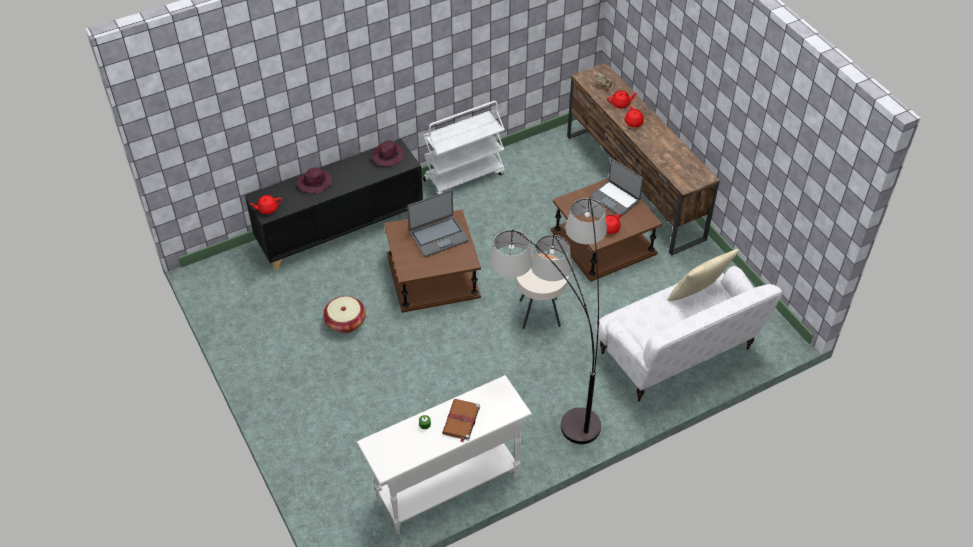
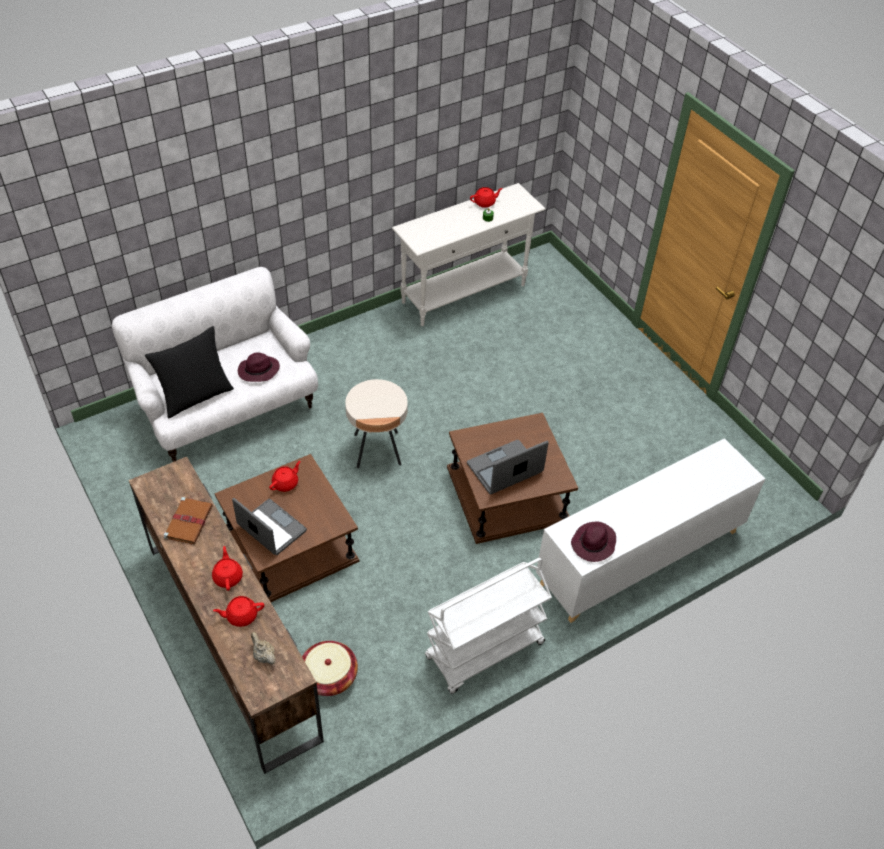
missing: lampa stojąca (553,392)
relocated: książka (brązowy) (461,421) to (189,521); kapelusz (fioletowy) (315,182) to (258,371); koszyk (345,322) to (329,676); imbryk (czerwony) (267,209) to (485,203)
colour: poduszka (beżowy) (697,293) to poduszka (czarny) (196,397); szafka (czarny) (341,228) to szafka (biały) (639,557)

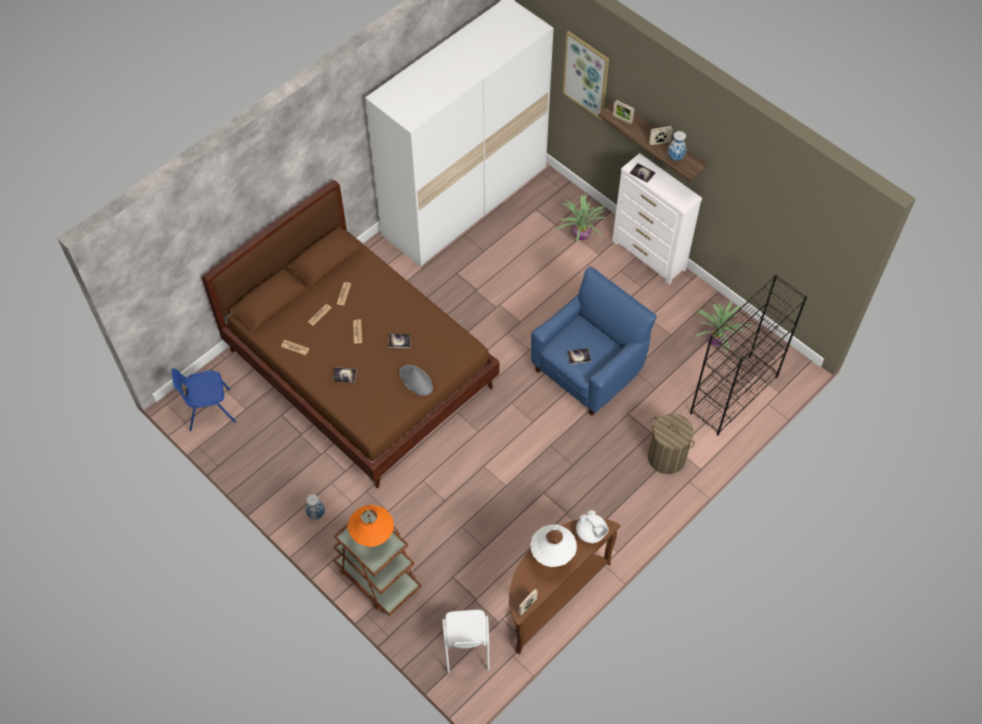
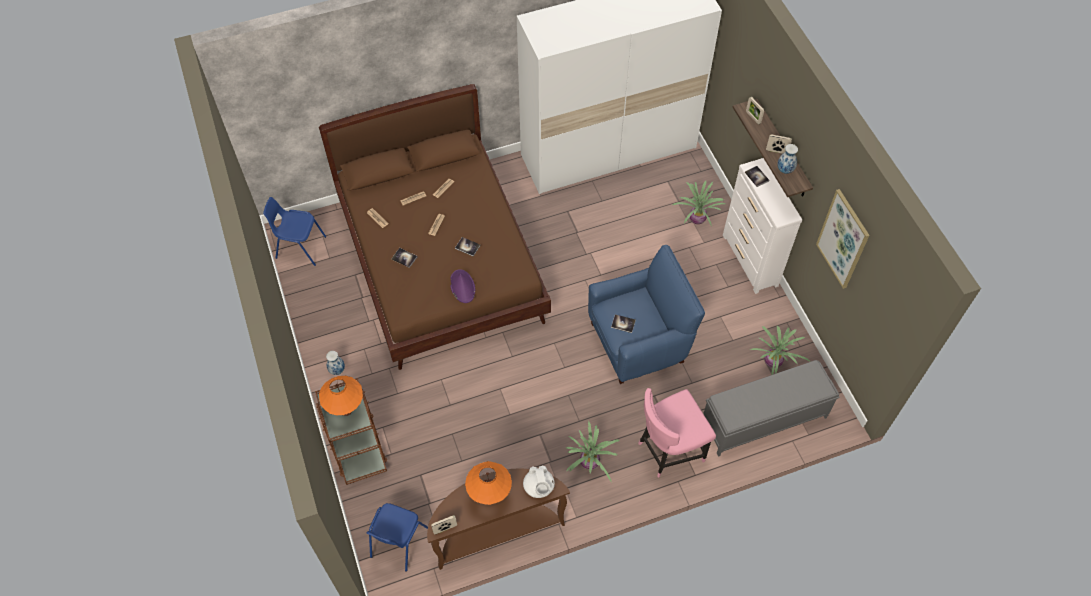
appeared: roślina doniczkowa (589,463)
relocated: obraz (586,75) to (843,239)
exchanged: kosz na pranie (666,457) to krzesło (różowy) (668,450); regał (czarny) (733,395) to ławka (szary) (763,420)
colour: krzesło (biały) (466,648) to krzesło (niebieski) (398,542); kapelusz (szary) (415,380) to kapelusz (fioletowy) (462,286); lampa stołowa (biały) (552,560) to lampa stołowa (pomarańczowy) (490,496)

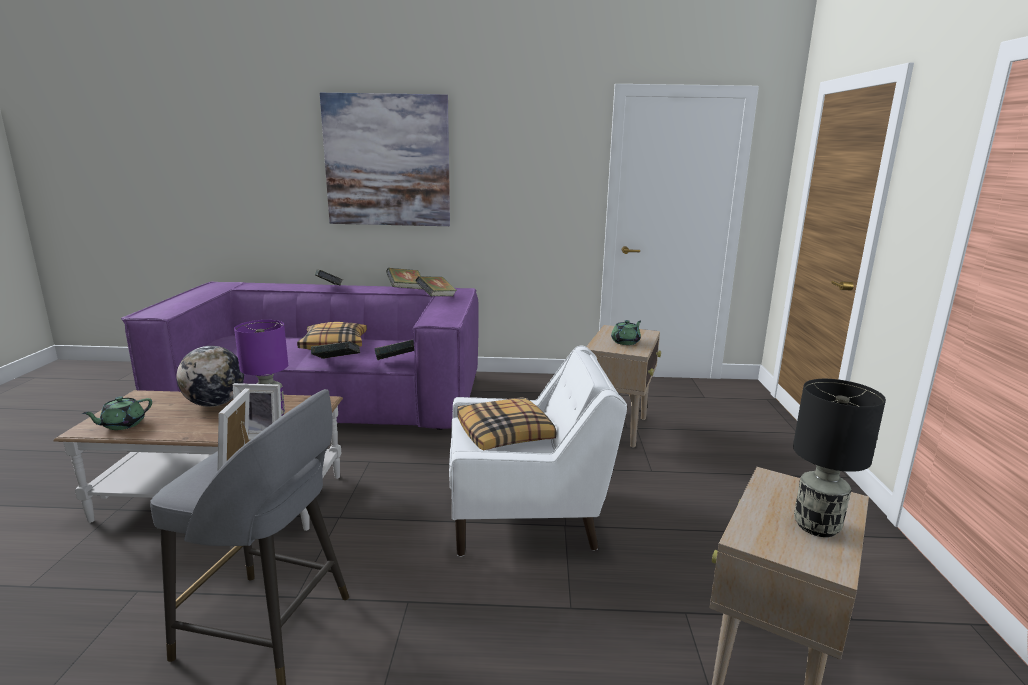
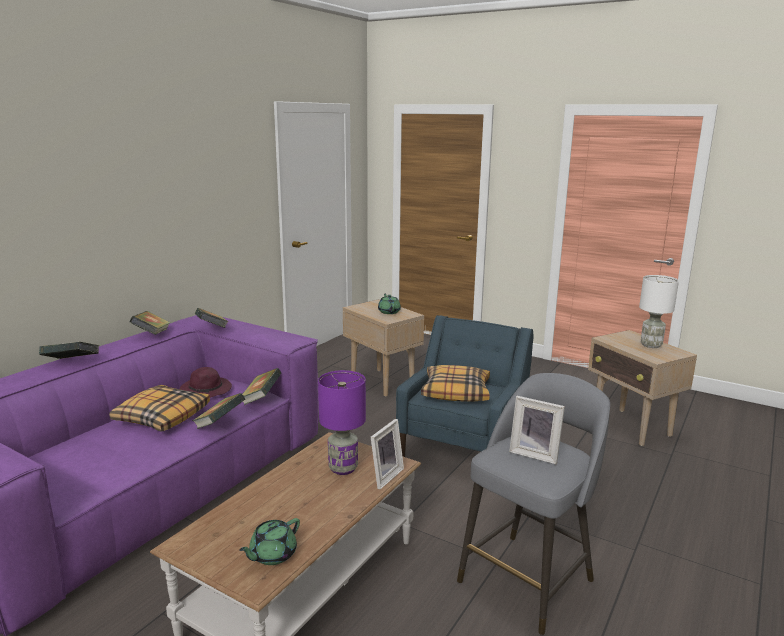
missing: globus (215,404); obraz (387,161)
appeared: kapelusz (fioletowy) (207,391)
colour: fotel (biały) (527,515) to fotel (niebieski) (463,446); lampa stołowa (czarny) (815,526) to lampa stołowa (biały) (650,345)
spun: imbryk (zielony) (122,425) = (272,555) 60 degrees clockwise

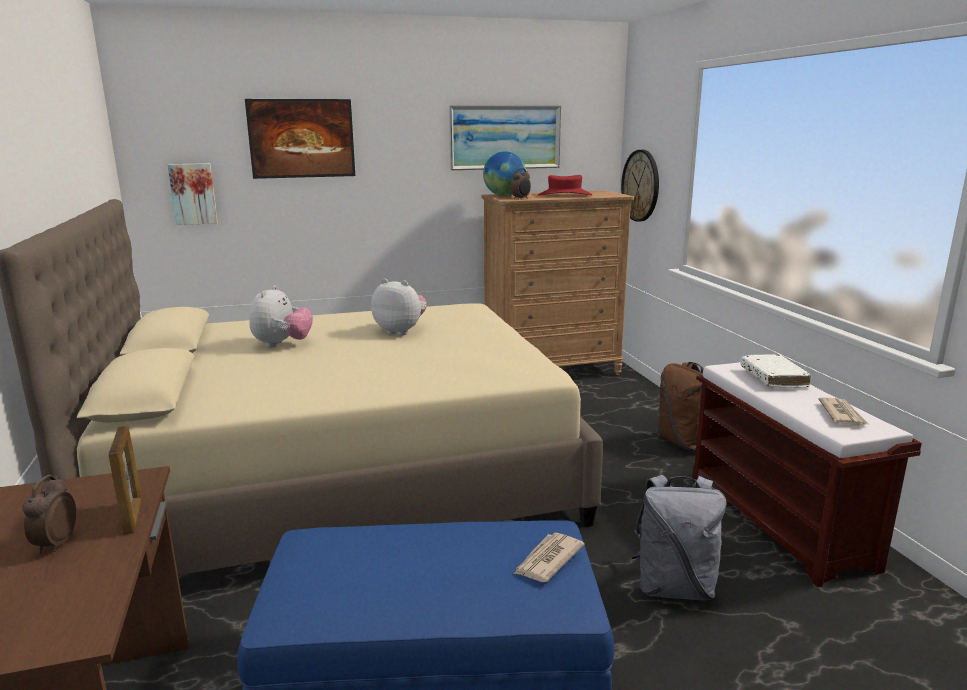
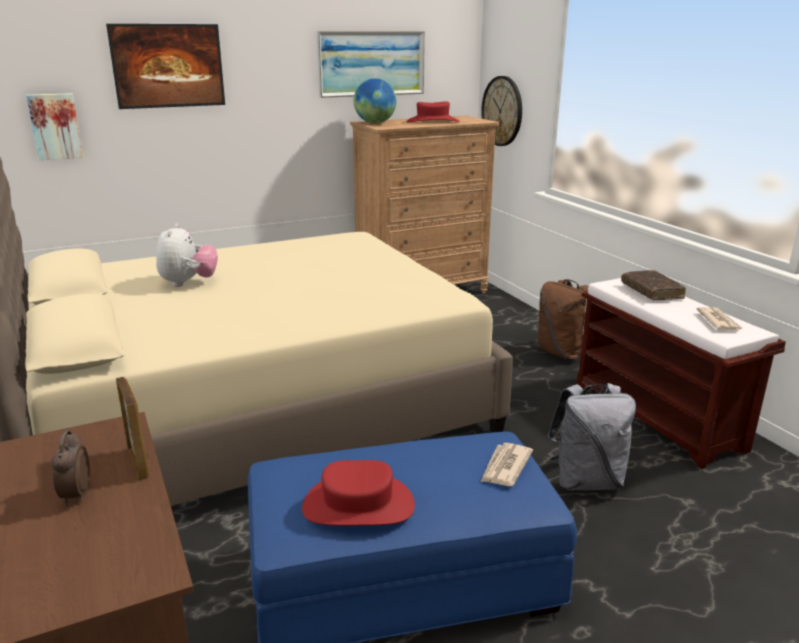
missing: pluszak (401,331); budzik (521,199)
appeared: kapelusz (czerwony) (358,506)
colour: książka (biały) (773,378) to książka (brązowy) (651,291)

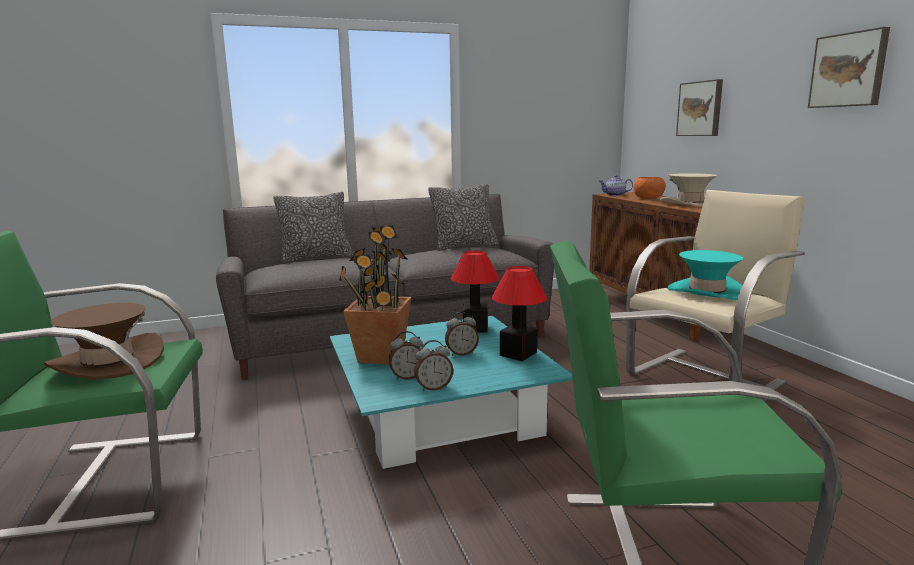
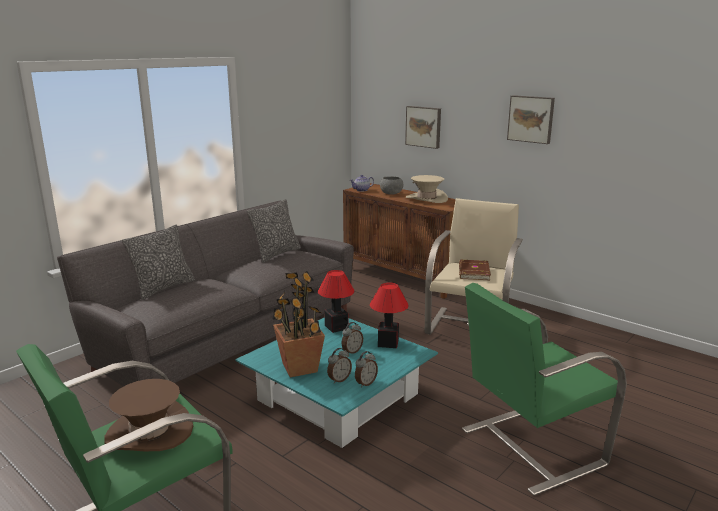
exchanged: kapelusz (turkusowy) (707,292) to książka (brązowy) (473,272)
colour: miska (pomarańczowy) (648,198) to miska (szary) (391,193)

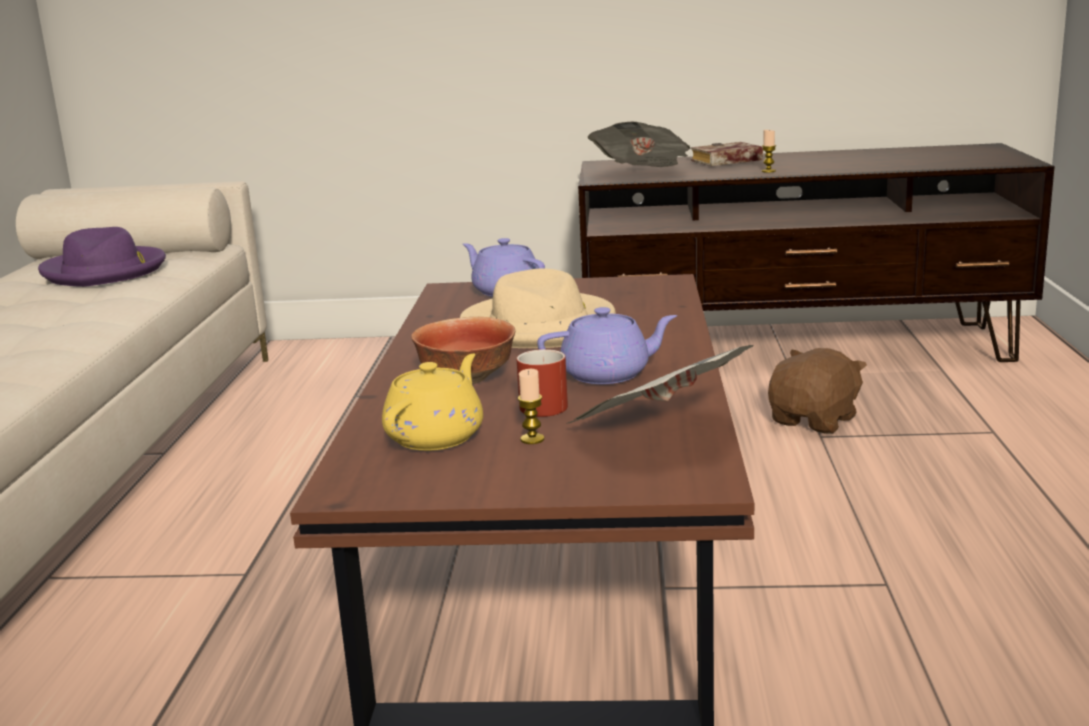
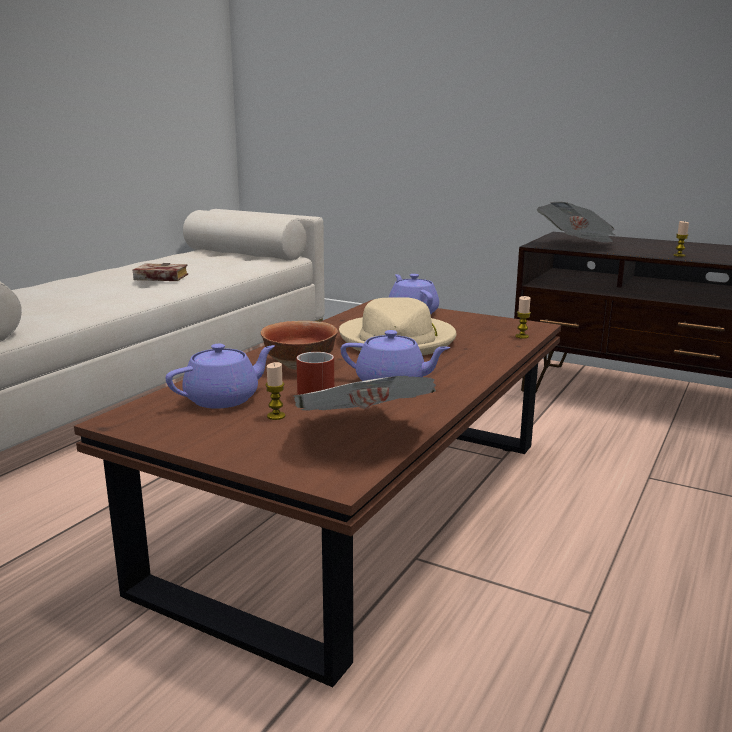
missing: kapelusz (fioletowy) (105,272); pluszak (brązowy) (815,421)
appeared: świeca (522,336)
relocated: książka (725,162) to (158,278)
colour: imbryk (żółty) (436,436) to imbryk (fioletowy) (224,399)

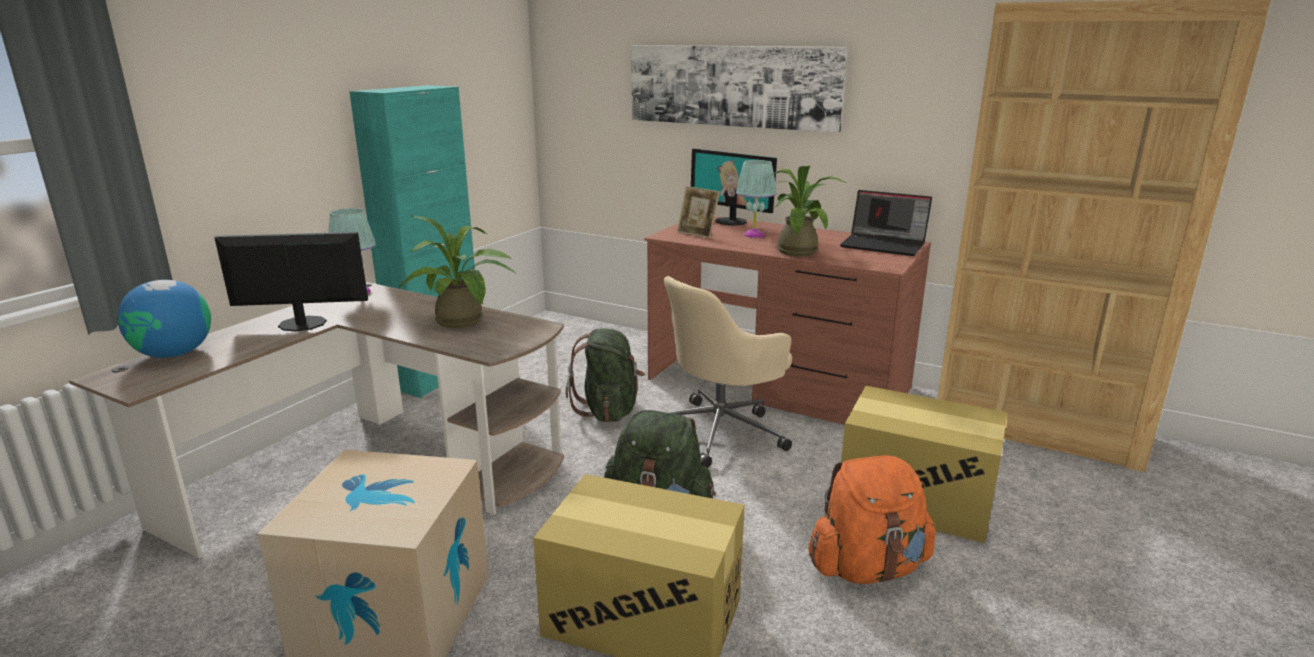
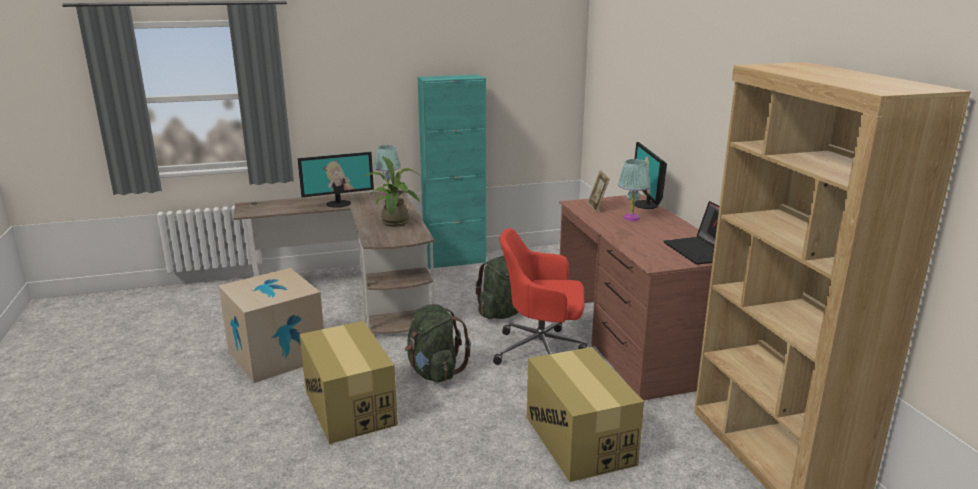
missing: globus (174,354); obraz (732,86); roślina doniczkowa (798,250); plecak (pomarańczowy) (867,568)
colour: krzesło biurowe (beżowy) (721,431) to krzesło biurowe (czerwony) (542,351)
spun: monitor (302,324) = (338,203) 120 degrees clockwise

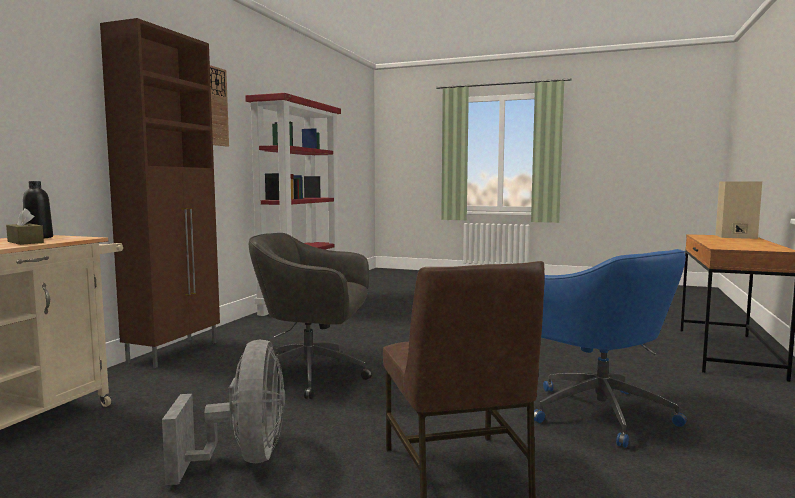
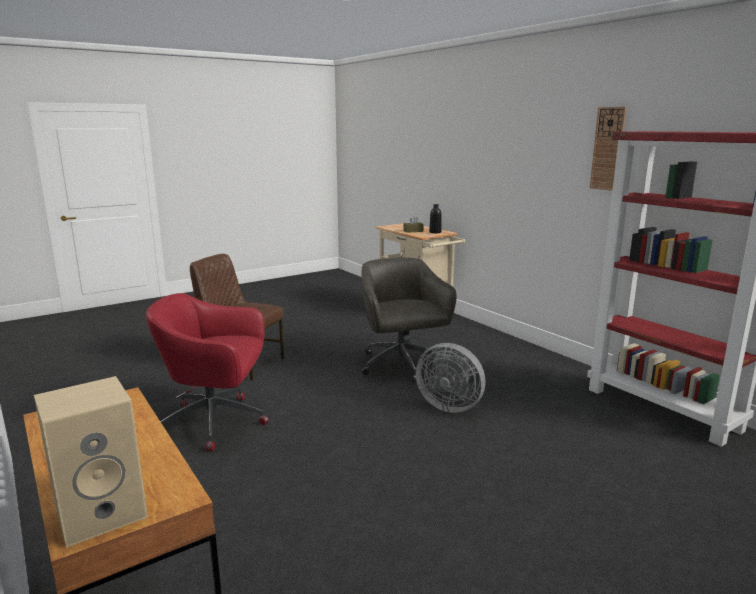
missing: szafka (brązowy) (175,352)
relocated: wentylator (szary) (244,459) to (449,405)
colour: krzesło biurowe (niebieski) (596,411) to krzesło biurowe (czerwony) (216,422)
spun: krzesło biurowe (szary) (313,376) = (401,365) 60 degrees counterclockwise

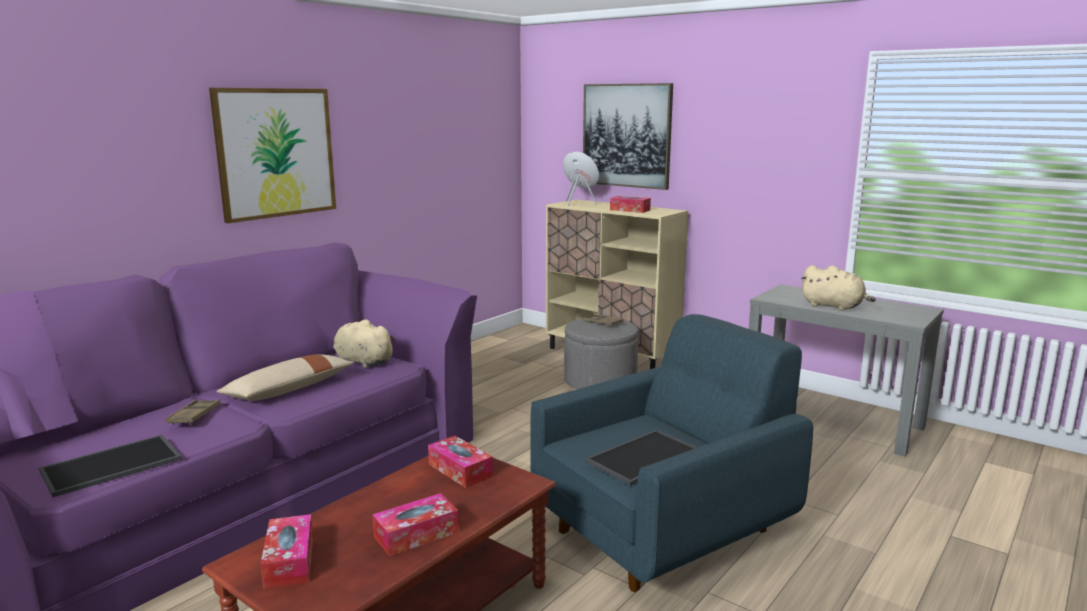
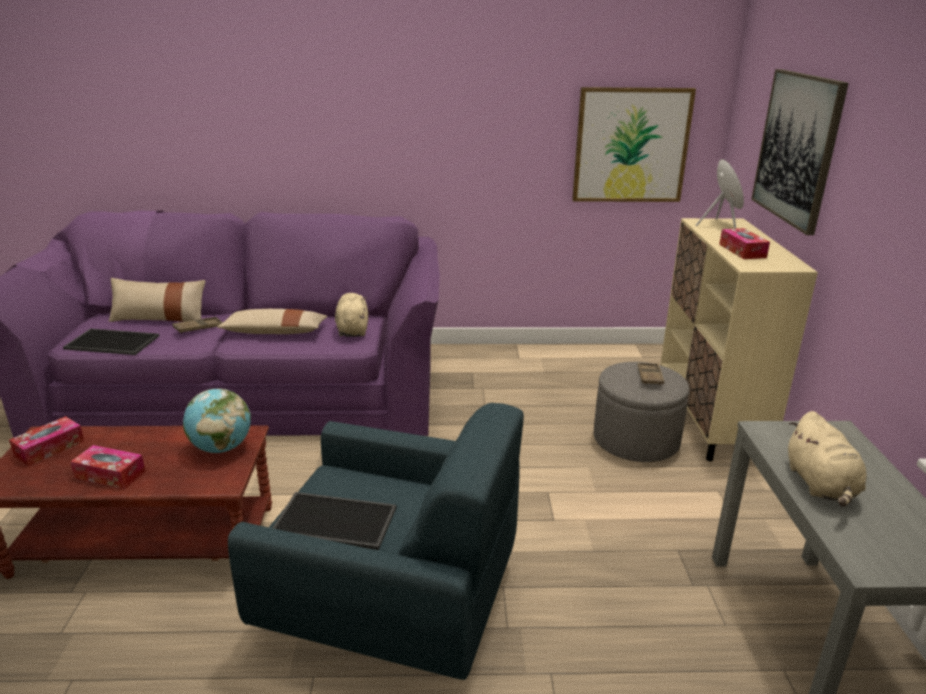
appeared: poduszka (beżowy) (160,319)
relocated: obraz (276,153) to (631,145)
exchanged: pudełko chusteczek (460,470) to globus (221,448)

